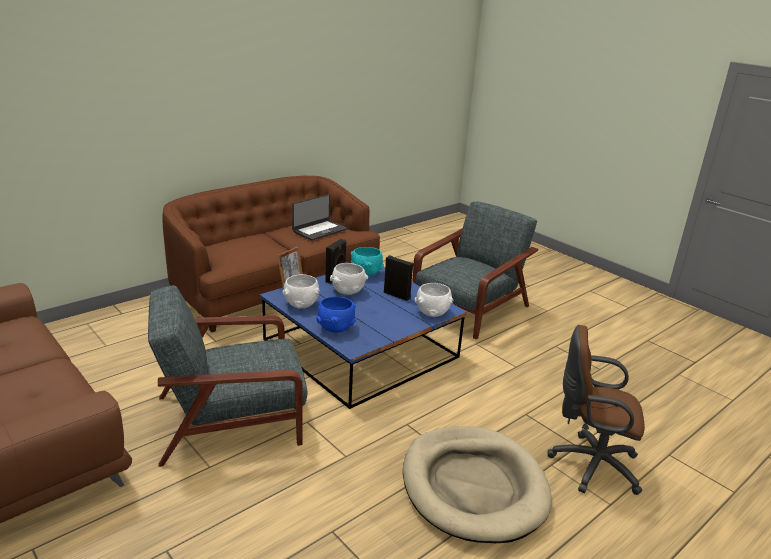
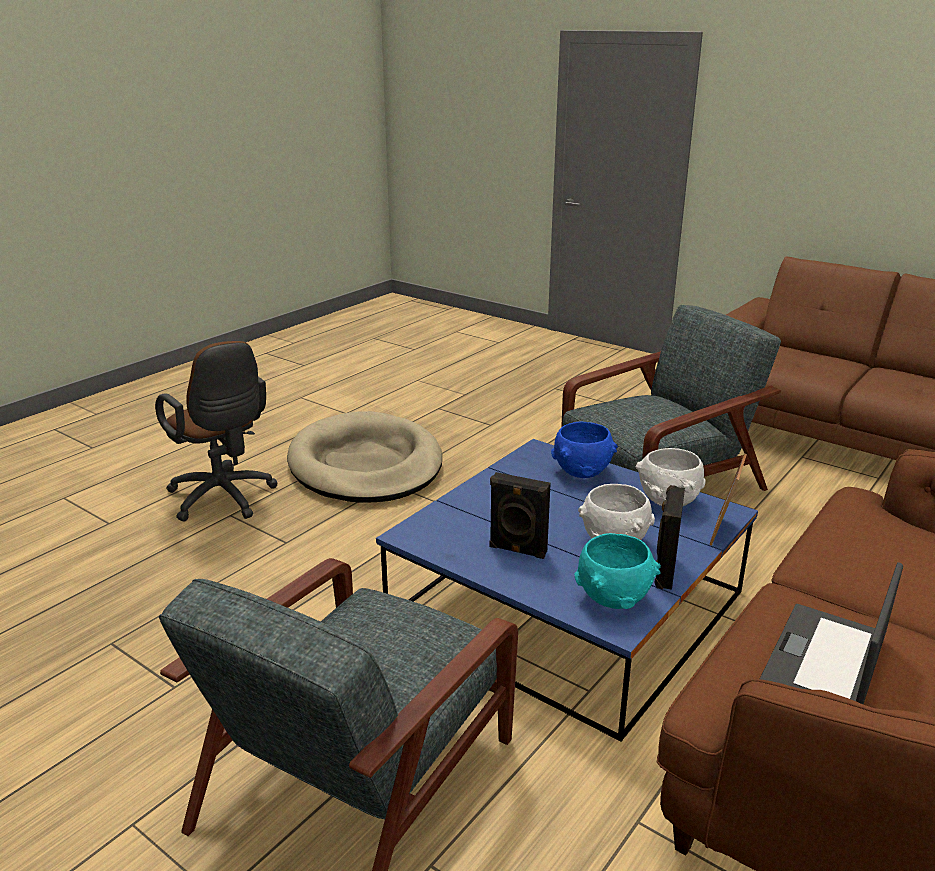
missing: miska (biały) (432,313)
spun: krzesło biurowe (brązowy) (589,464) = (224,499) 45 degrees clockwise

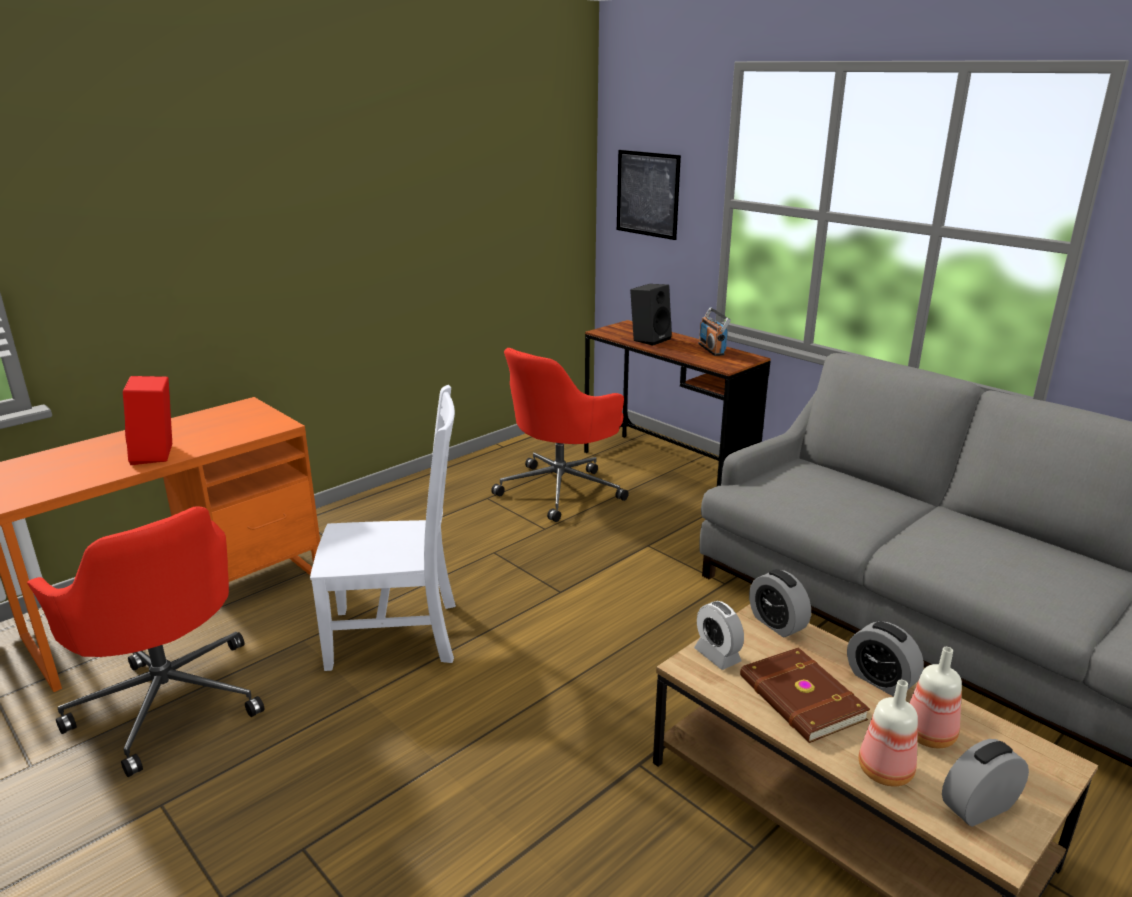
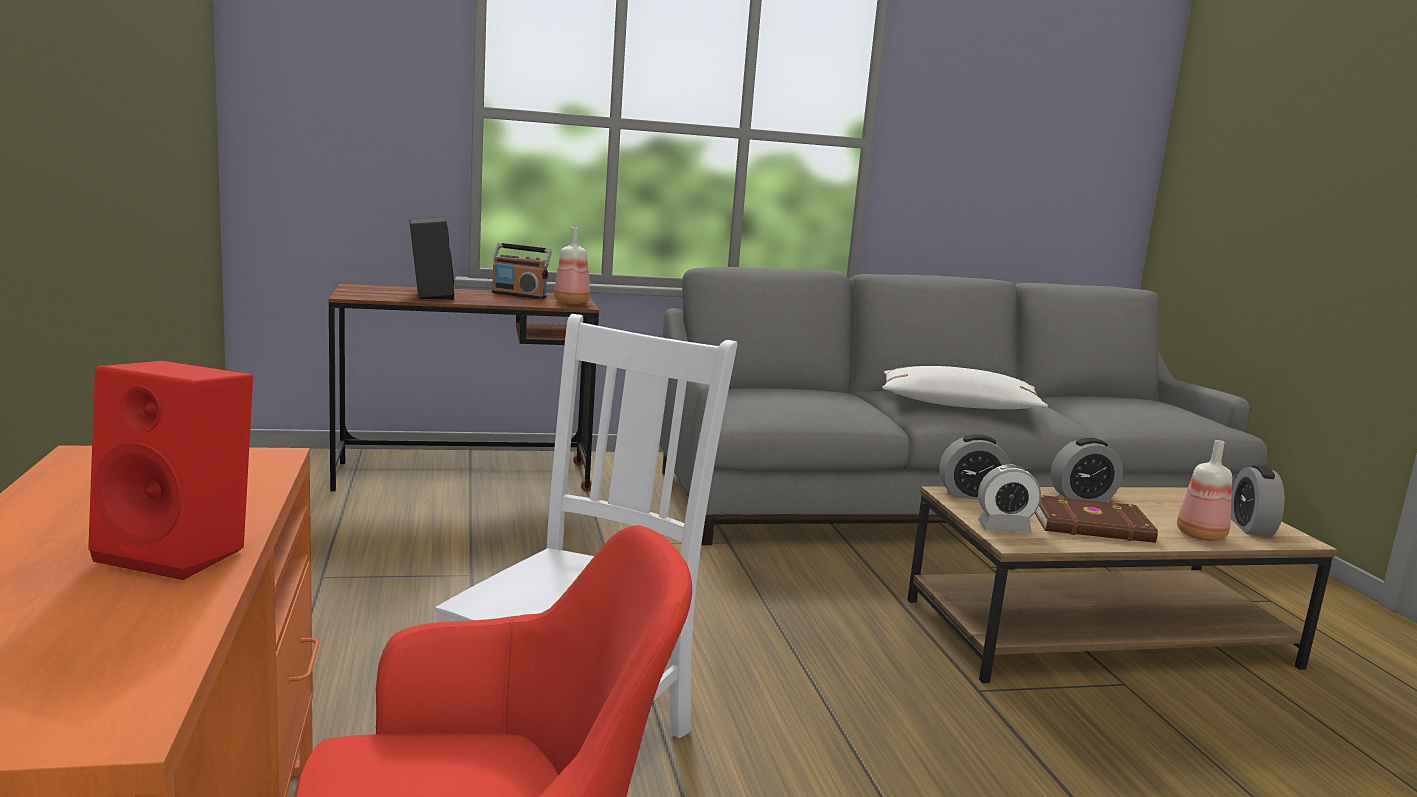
missing: krzesło biurowe (czerwony) (561,489); obraz (647,194)
appeared: poduszka (biały) (958,405)
relocated: butelka (930,736) to (572,302)

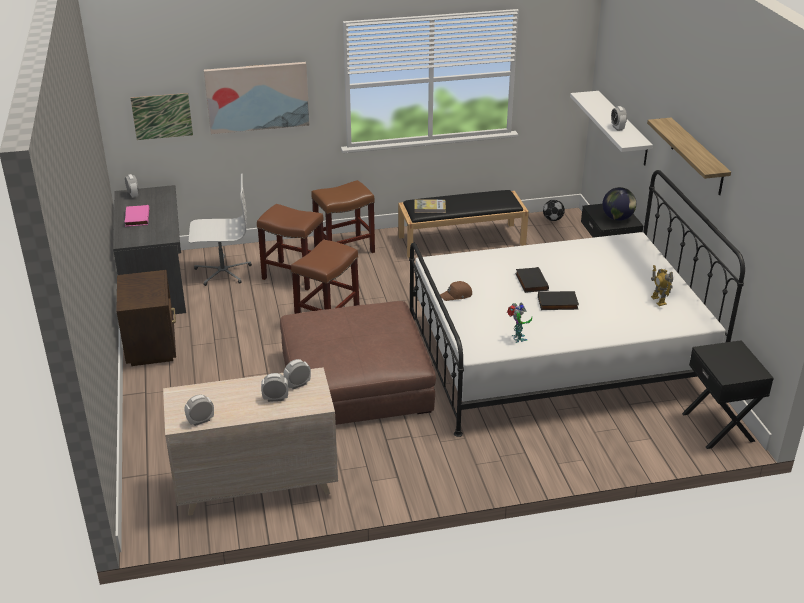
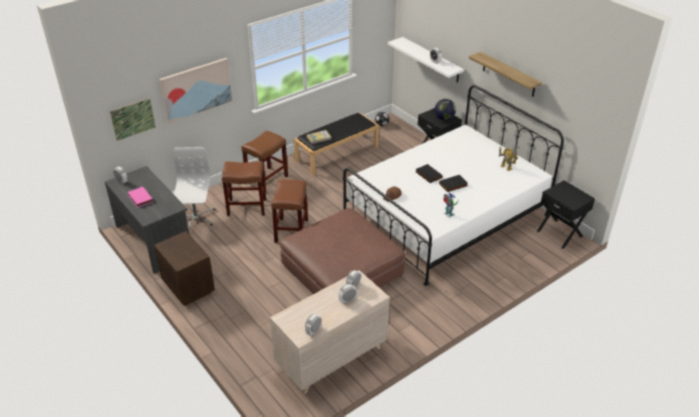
spun: krzesło biurowe (biały) (222,271) = (195,218) 60 degrees counterclockwise

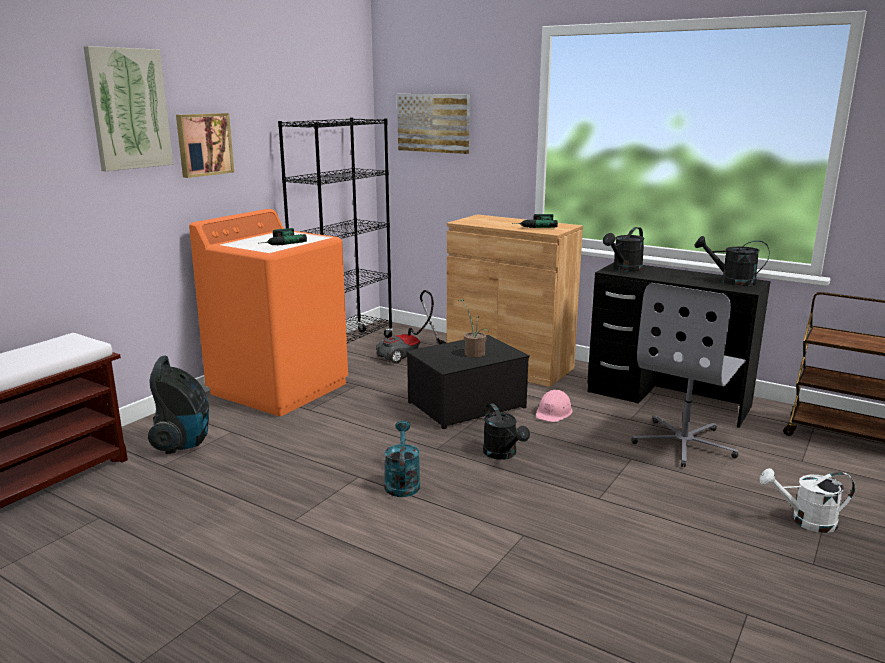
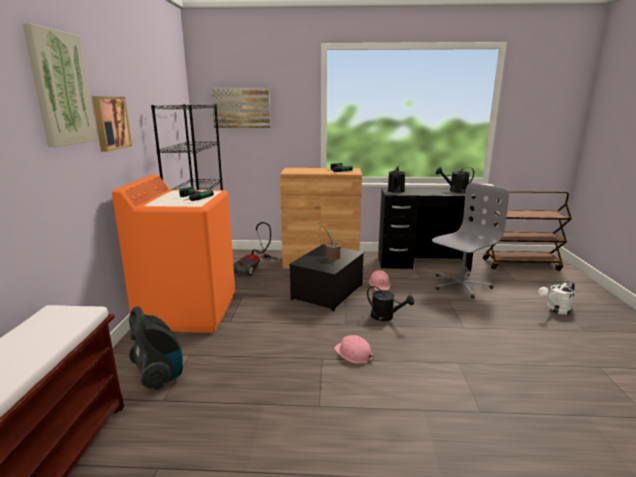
exchanged: konewka (turkusowy) (402,482) to kask (różowy) (353,353)
spun: krzesło biurowe (szary) (684,443) = (460,285) 135 degrees counterclockwise

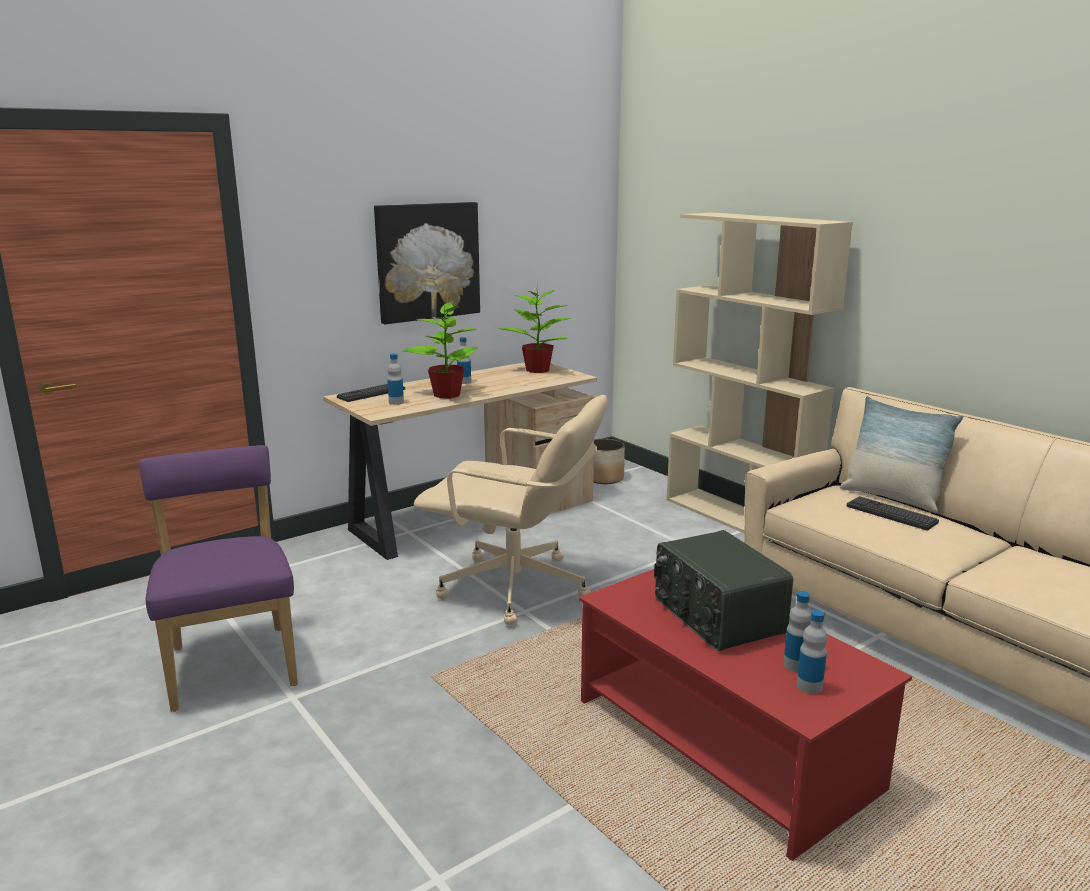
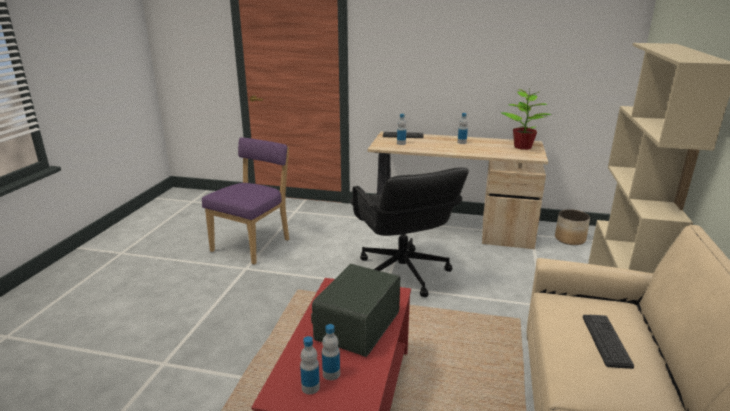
missing: obraz (427,261); roślina doniczkowa (447,394); poduszka (891,498)
colour: krzesło biurowe (beżowy) (516,589) to krzesło biurowe (czarny) (402,273)

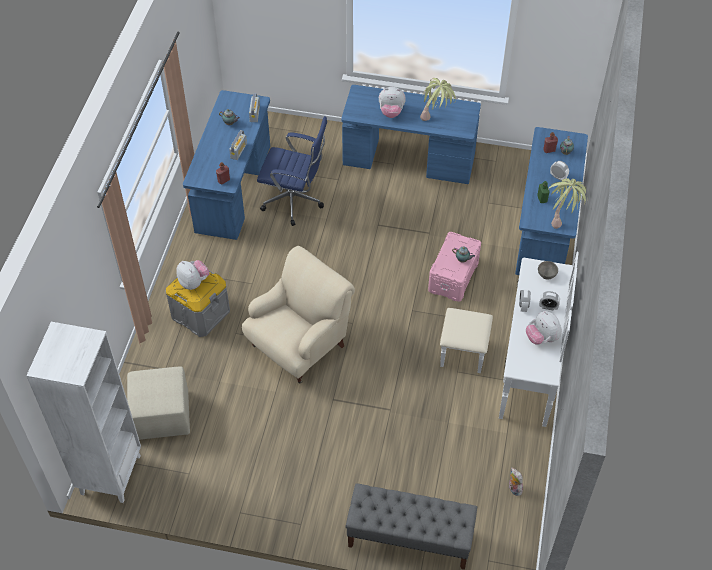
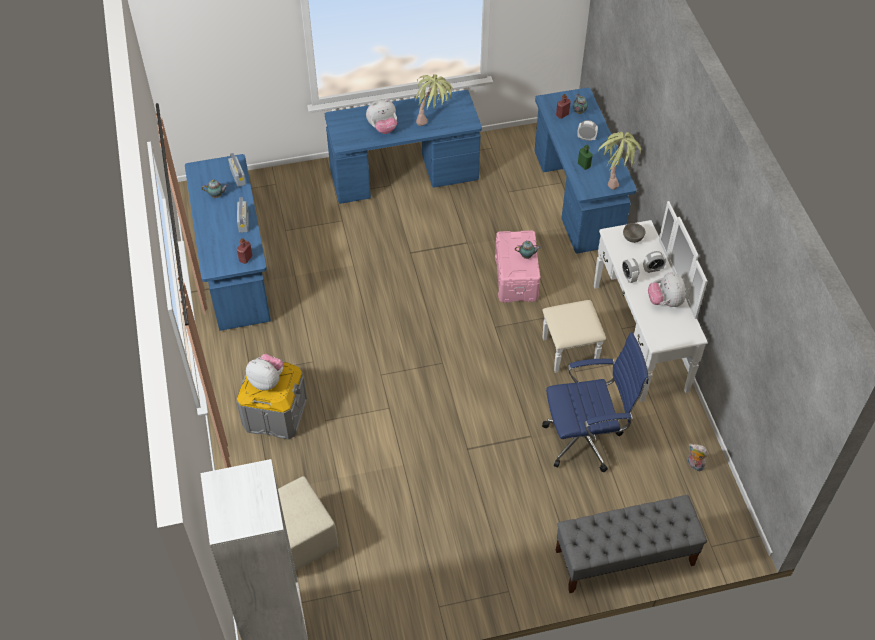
missing: fotel (beżowy) (300,345)
relocated: krzesło biurowe (niebieski) (295,202) to (586,440)
spun: pluszak (542,338) = (665,302) 45 degrees clockwise

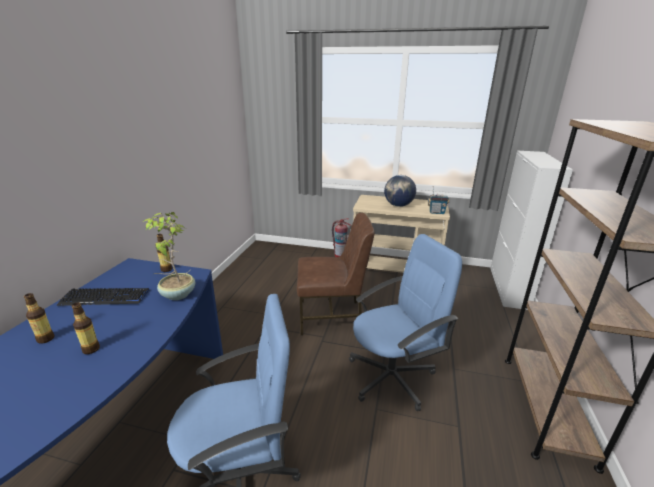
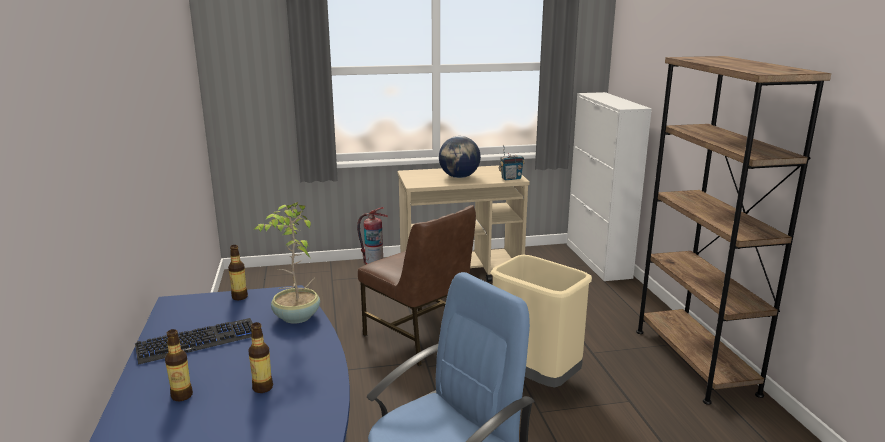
exchanged: krzesło biurowe (niebieski) (392,376) to kosz na śmieci (beżowy) (535,378)
spun: krzesło (brązowy) (331,317) = (419,338) 75 degrees clockwise

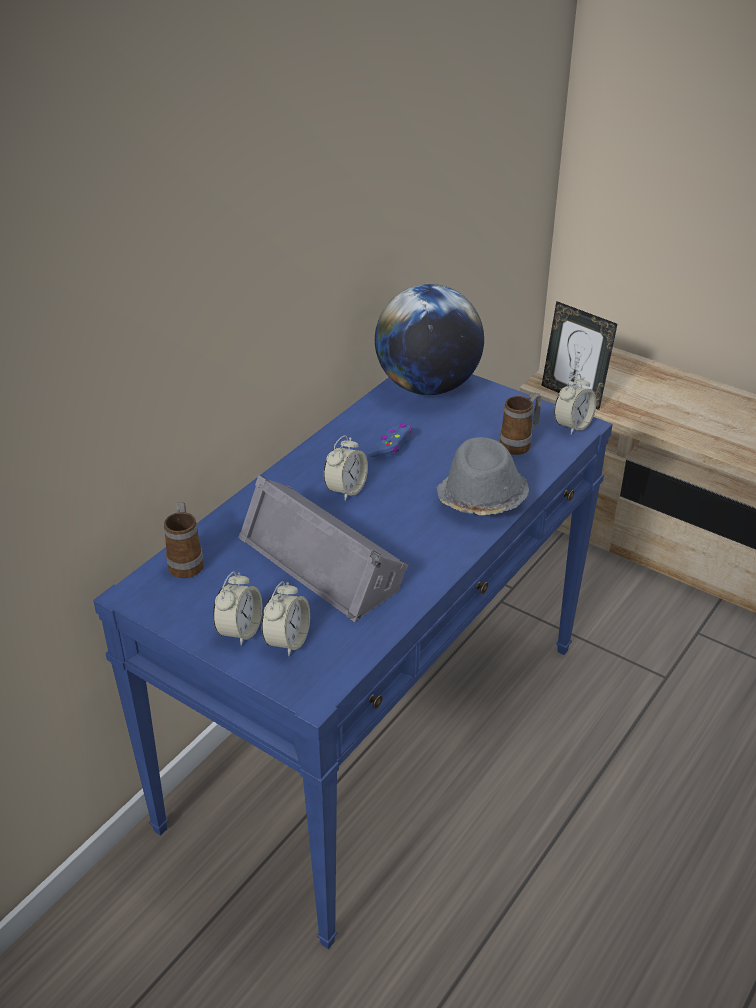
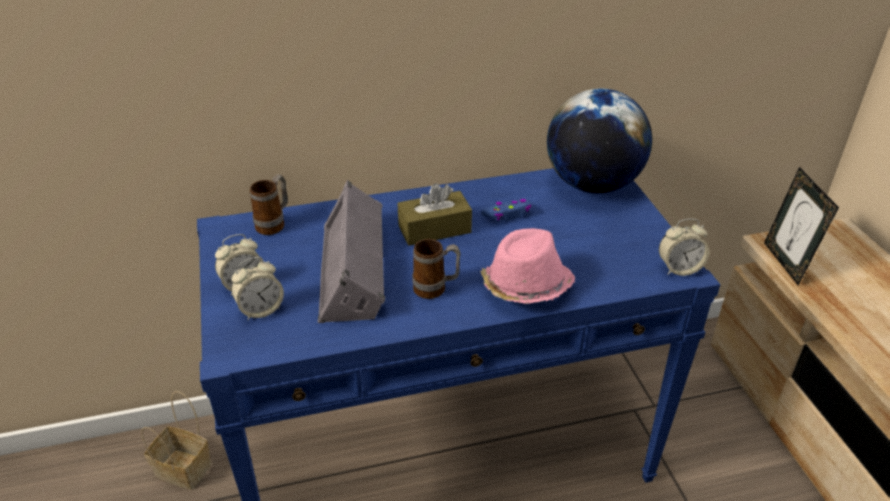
appeared: koszyk (185,469)
relocated: kubek (520,444) to (436,289)
exchanged: budzik (346,490) to pudełko chusteczek (brązowy) (434,229)
colour: kapelusz (szary) (481,498) to kapelusz (różowy) (525,286)

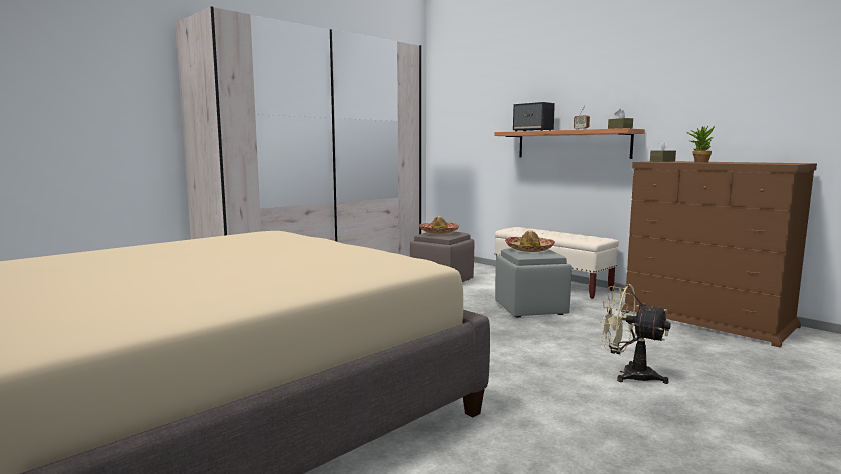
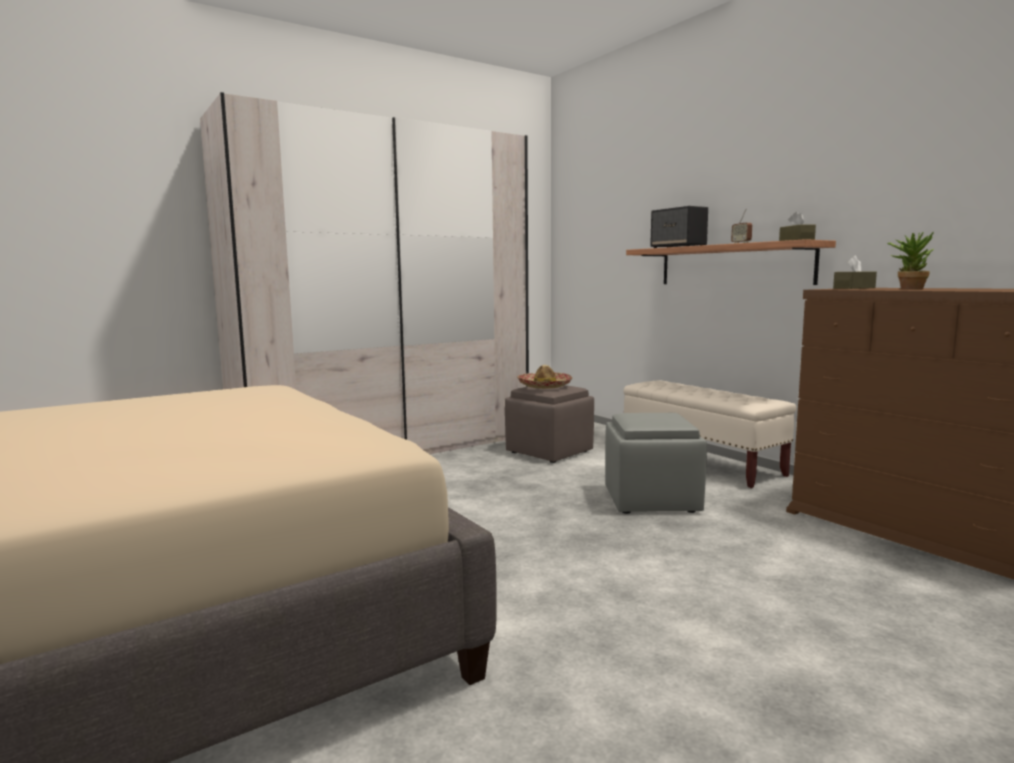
missing: kapelusz (529,249); wentylator (beżowy) (629,374)

